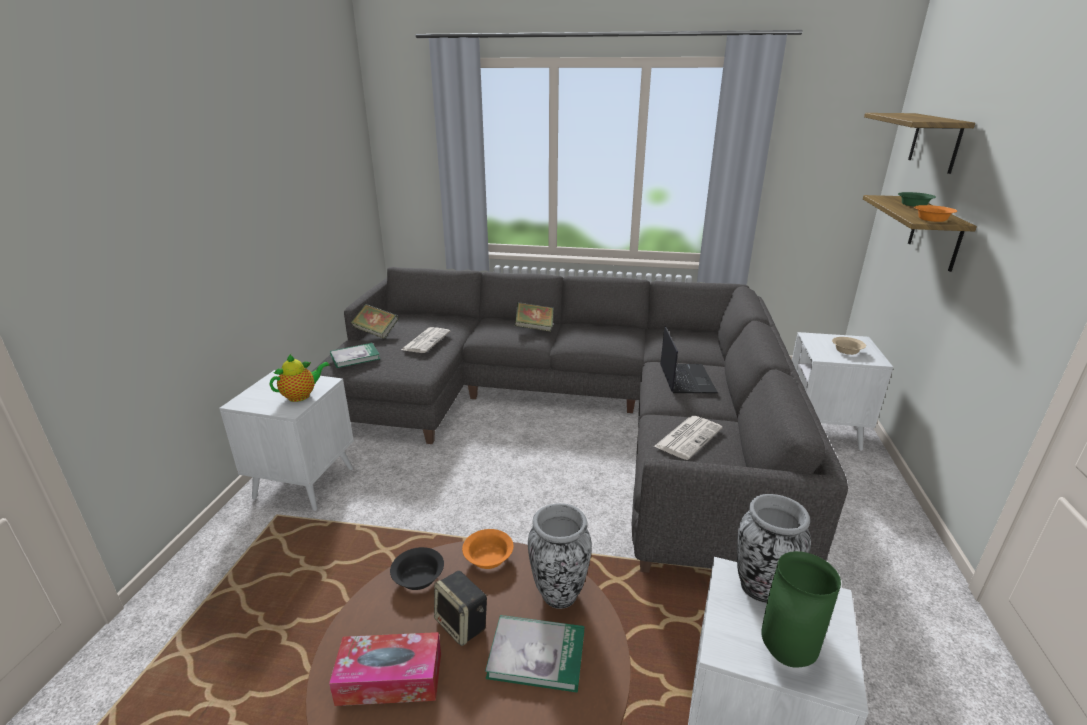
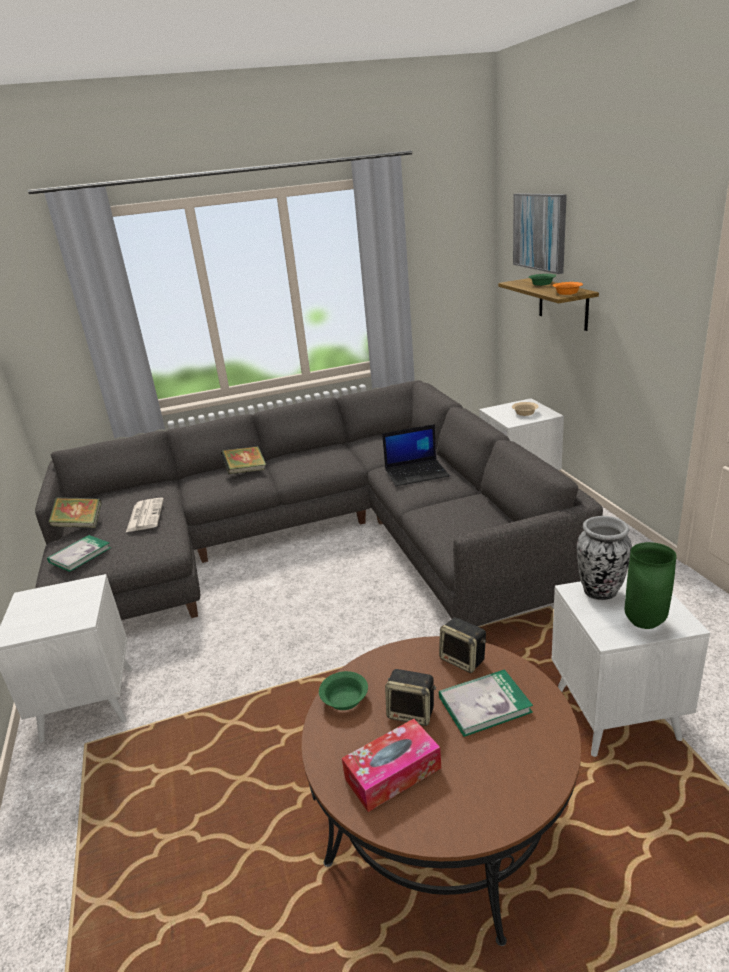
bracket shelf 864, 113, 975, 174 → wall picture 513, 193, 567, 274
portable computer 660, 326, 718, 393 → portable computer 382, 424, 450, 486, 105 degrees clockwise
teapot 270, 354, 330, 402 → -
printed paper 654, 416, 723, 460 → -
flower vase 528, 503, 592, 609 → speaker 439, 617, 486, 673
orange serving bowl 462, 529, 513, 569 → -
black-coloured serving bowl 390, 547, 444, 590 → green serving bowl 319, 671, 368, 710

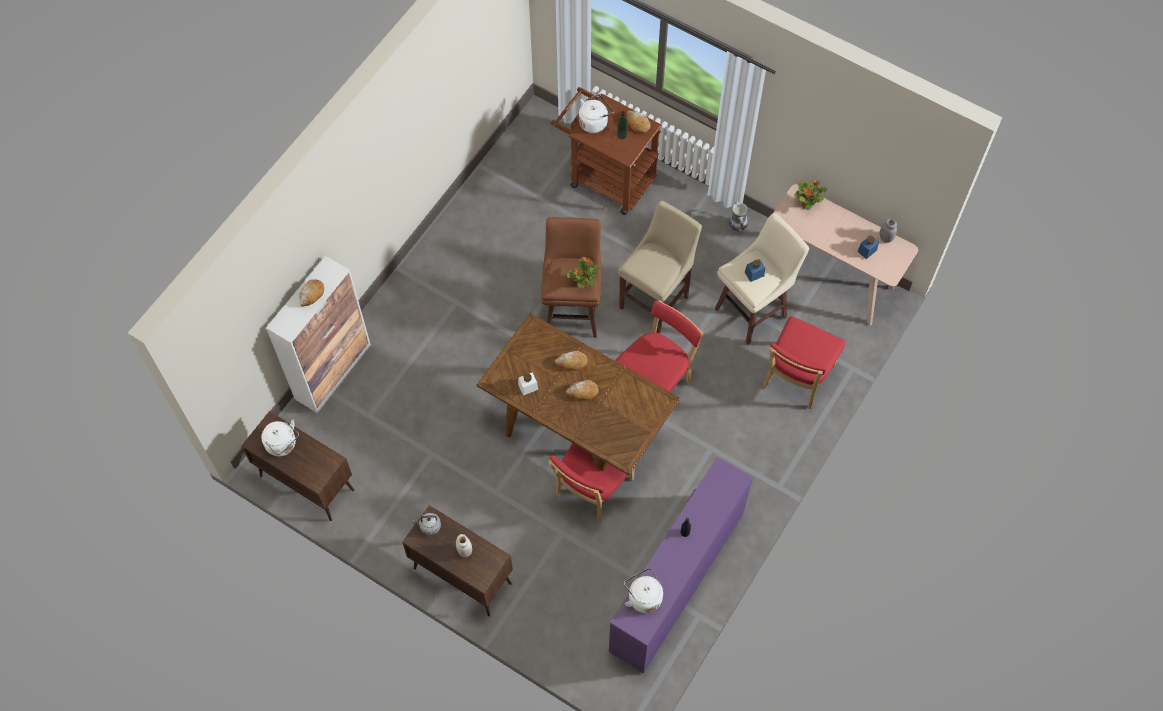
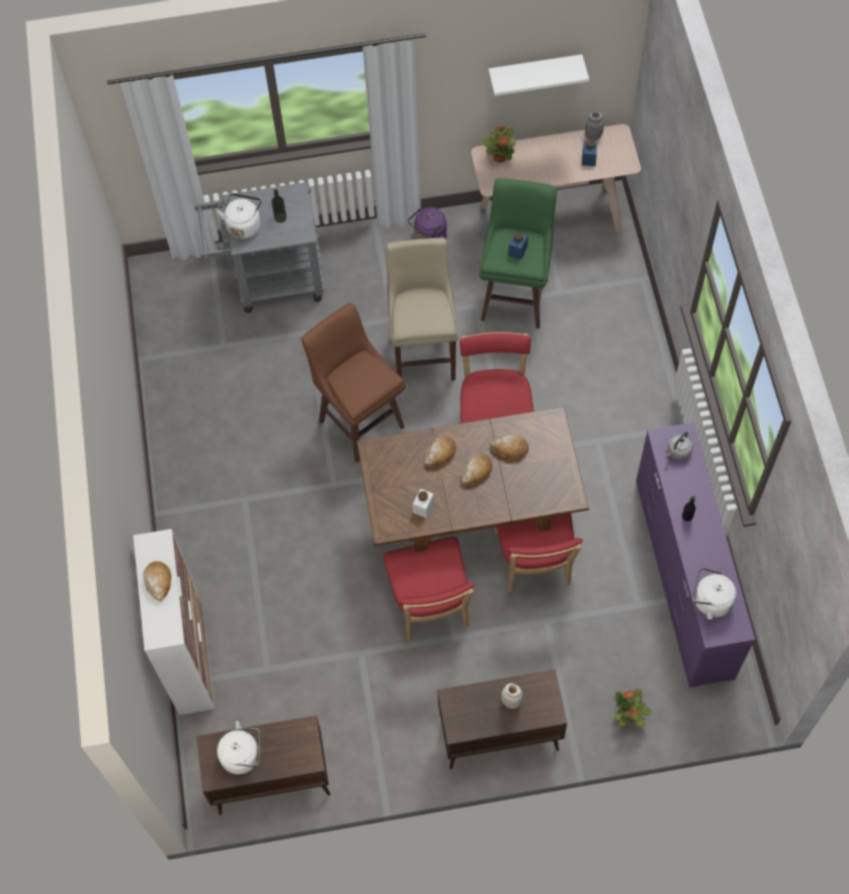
brown trolley 551, 87, 662, 215 → grey trolley 194, 182, 326, 313
bakery bread 626, 111, 651, 133 → bakery bread 490, 435, 529, 458, shifted
flower vase 729, 201, 748, 232 → purplish kettle 408, 207, 447, 239
beige-coloured sitting stool 715, 213, 809, 345 → green sitting stool 479, 178, 557, 329
potted plant 566, 257, 600, 289 → potted plant 614, 688, 652, 727, shifted
reddish chair 763, 316, 845, 409 → reddish chair 383, 537, 474, 641, shifted
grey kettle 412, 513, 441, 535 → grey kettle 666, 432, 693, 460, shifted
- → white-coloured bracket shelf 488, 54, 589, 96

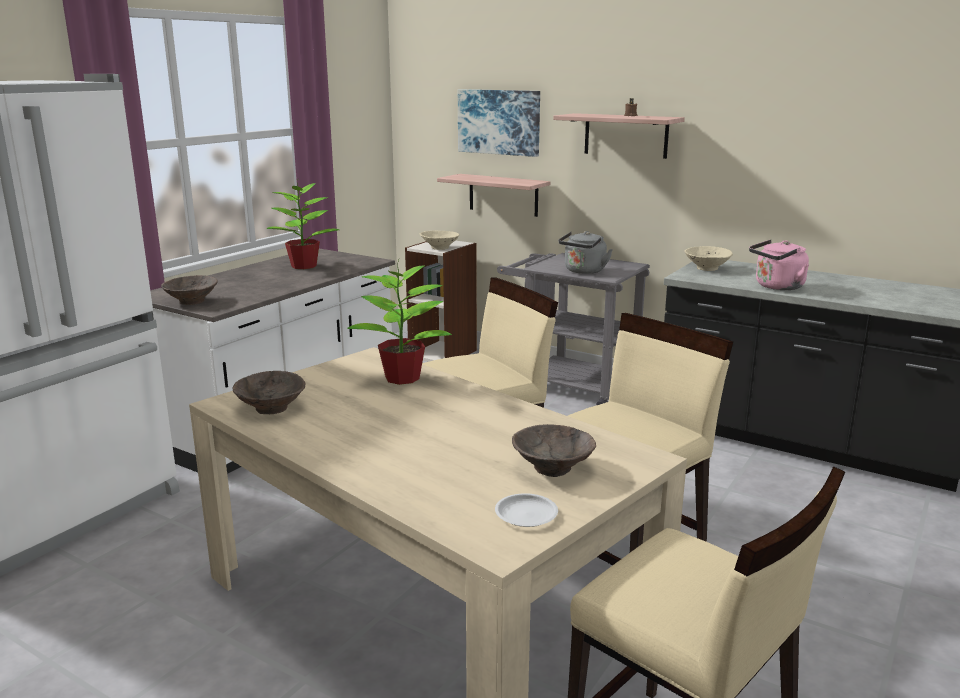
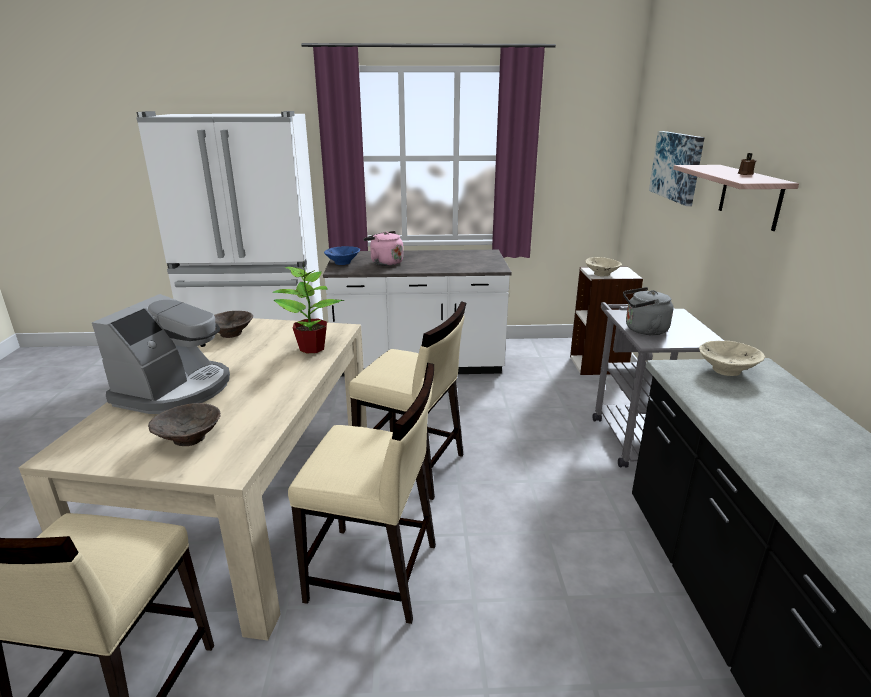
bracket shelf 437, 174, 551, 217 → -
potted plant 266, 180, 340, 269 → -
pinkish kettle 749, 240, 809, 290 → pinkish kettle 363, 231, 403, 266, shifted
brown serving bowl 161, 275, 218, 305 → blue-coloured serving bowl 324, 246, 360, 265
white-coloured dinner plate 495, 493, 558, 527 → -
- → coffee brewer 92, 294, 230, 414

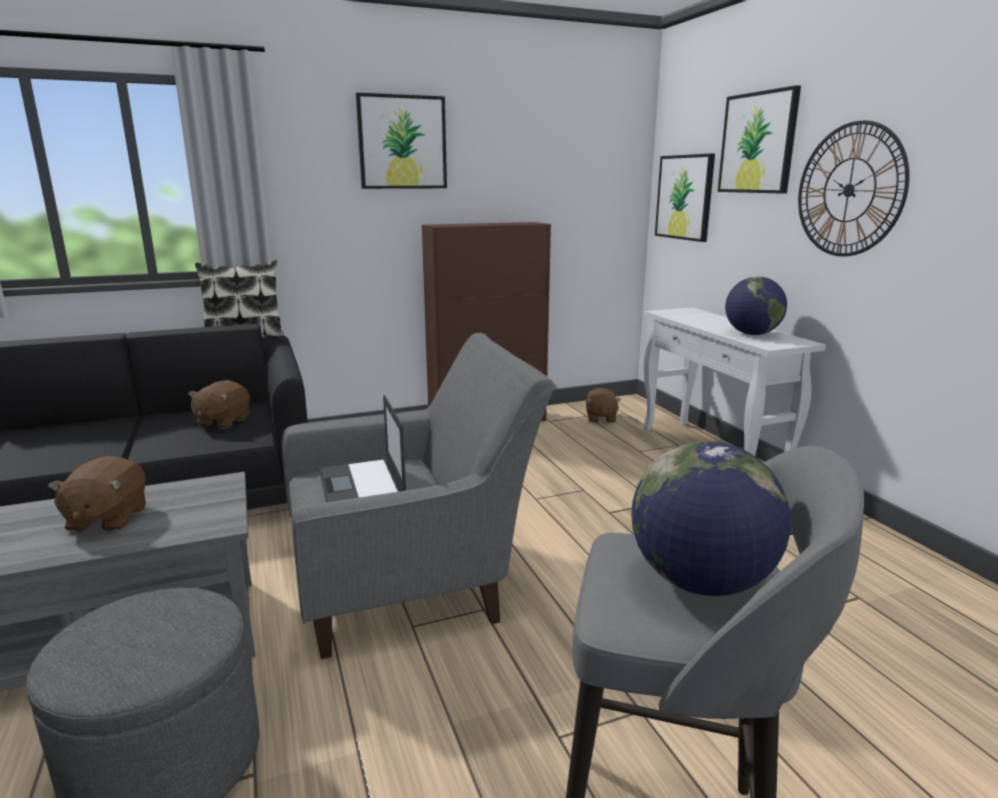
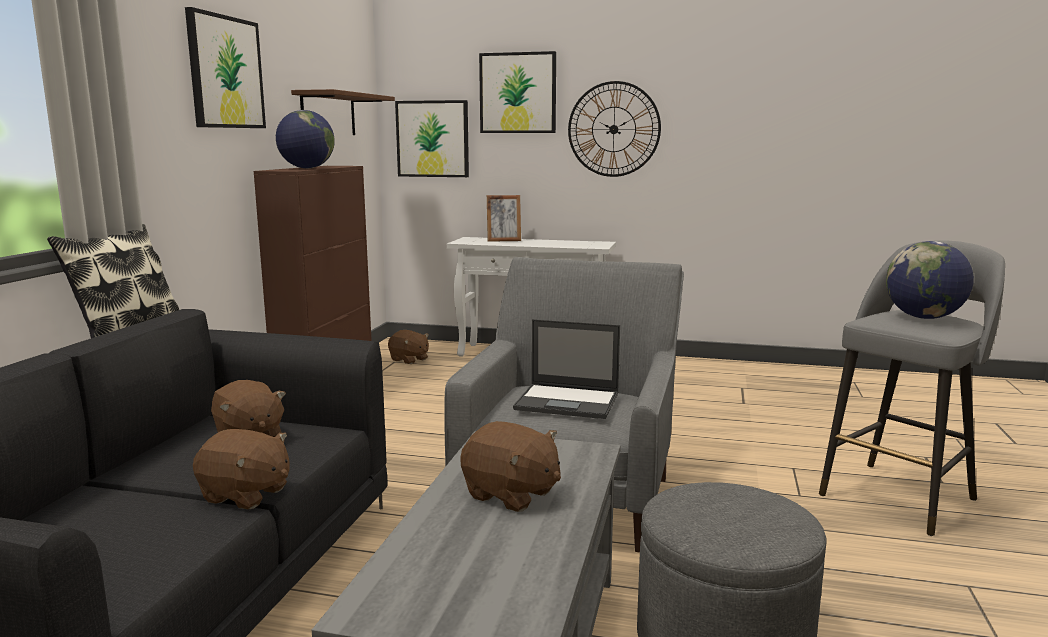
world globe 725, 276, 787, 335 → world globe 276, 110, 335, 168, shifted
- → brown bracket shelf 291, 89, 395, 135
- → photo frame 487, 195, 521, 242
- → brown soft toy 193, 429, 290, 509

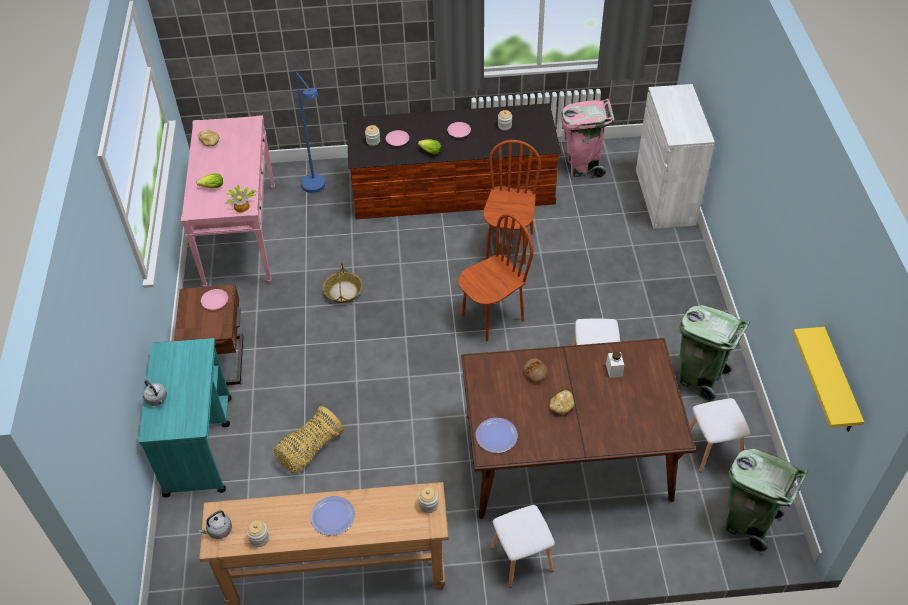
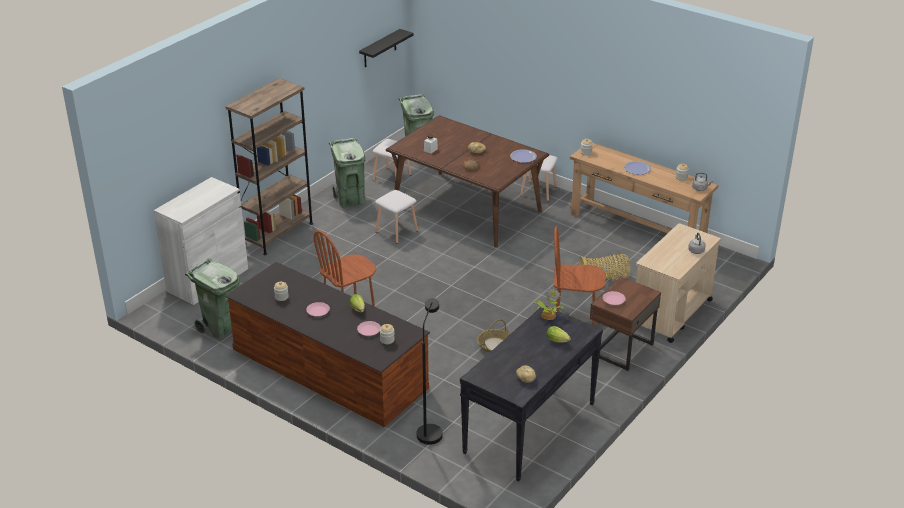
blue-coloured standing lamp 296, 72, 325, 193 → black-coloured standing lamp 417, 298, 443, 445
pinkish rubbish bin 561, 99, 614, 178 → green rubbish bin 185, 258, 240, 339
pinkish console table 181, 115, 275, 287 → black-coloured console table 460, 306, 603, 482
brown chair 458, 213, 533, 341 → brown chair 553, 227, 606, 326, shifted
yellow-coloured bracket shelf 793, 327, 864, 431 → black-coloured bracket shelf 359, 29, 414, 67
blue-green trolley 139, 338, 231, 497 → beige-coloured trolley 636, 223, 721, 343
- → brown bookshelf 225, 78, 313, 255

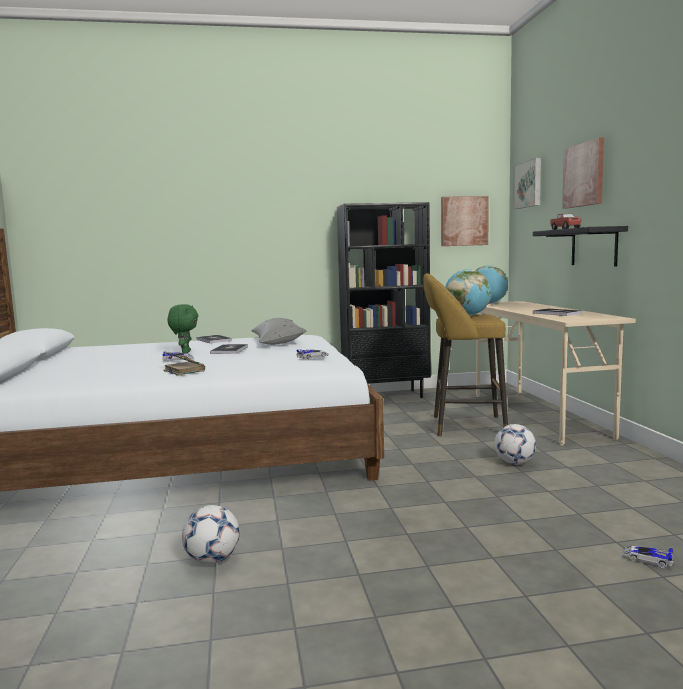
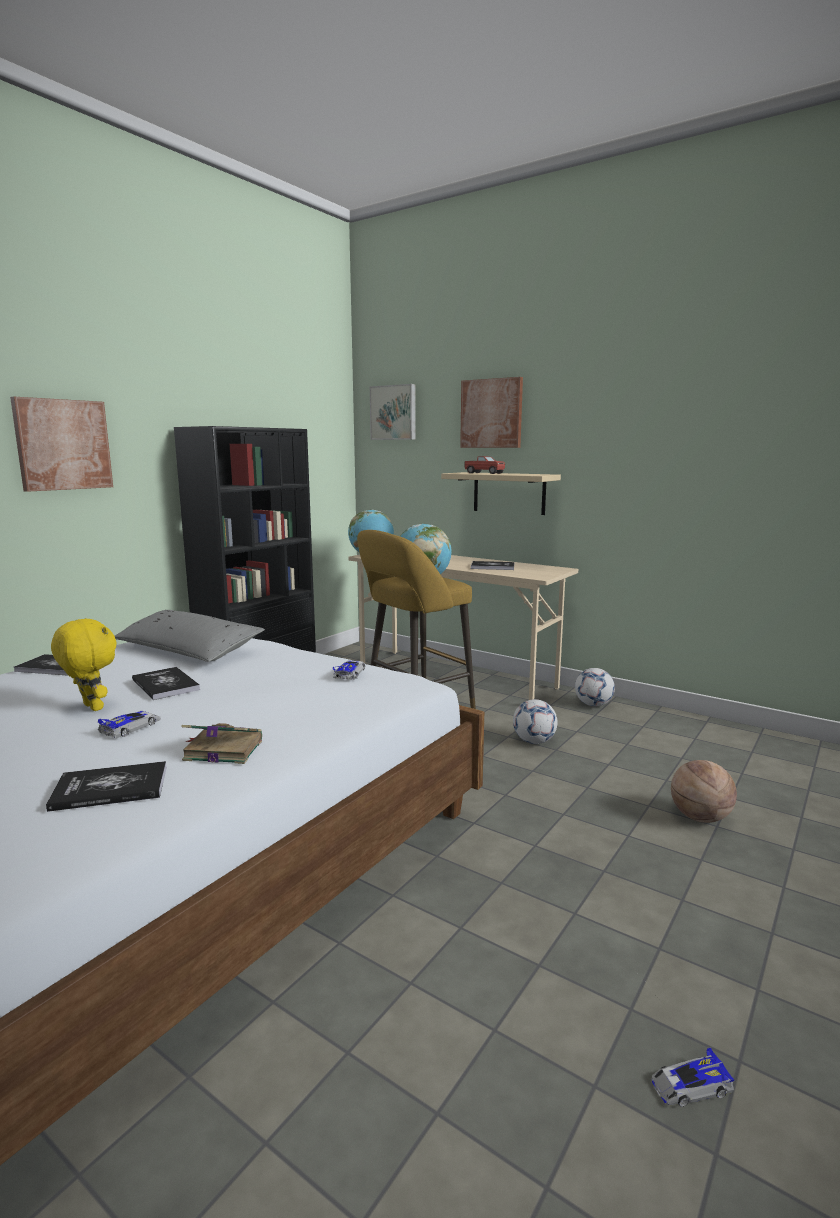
wall picture 441, 196, 489, 246 → wall picture 10, 397, 113, 492, shifted
black-coloured bracket shelf 533, 226, 628, 266 → beige-coloured bracket shelf 441, 472, 561, 515
green soft toy 167, 304, 198, 353 → yellow-coloured soft toy 51, 618, 117, 711
ball for football 182, 505, 240, 564 → ball for football 575, 668, 615, 706, shifted
model car 622, 546, 673, 569 → model car 652, 1047, 734, 1107, shifted
- → basketball ball 671, 760, 737, 823
- → bound book 46, 761, 167, 812

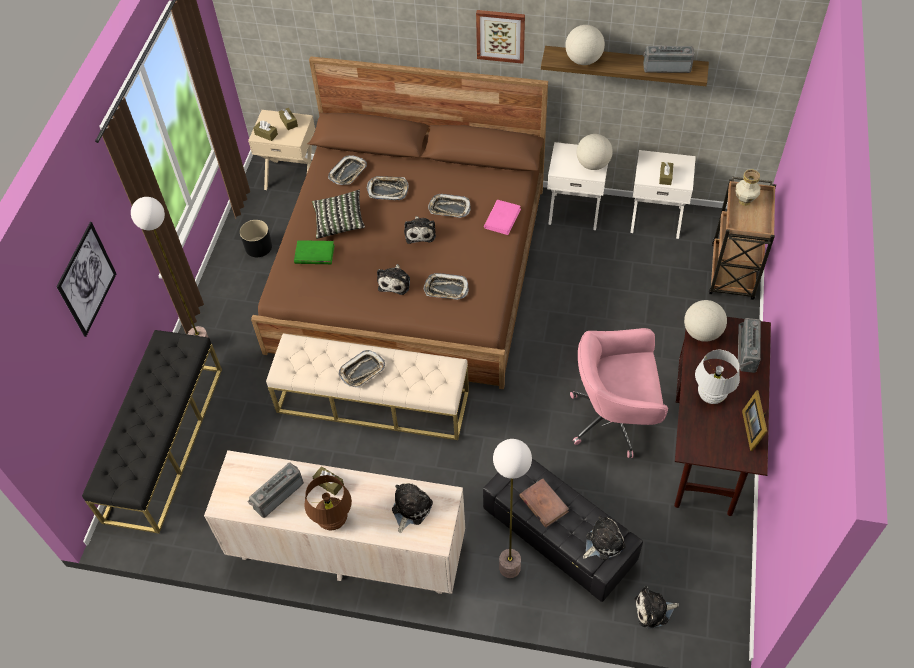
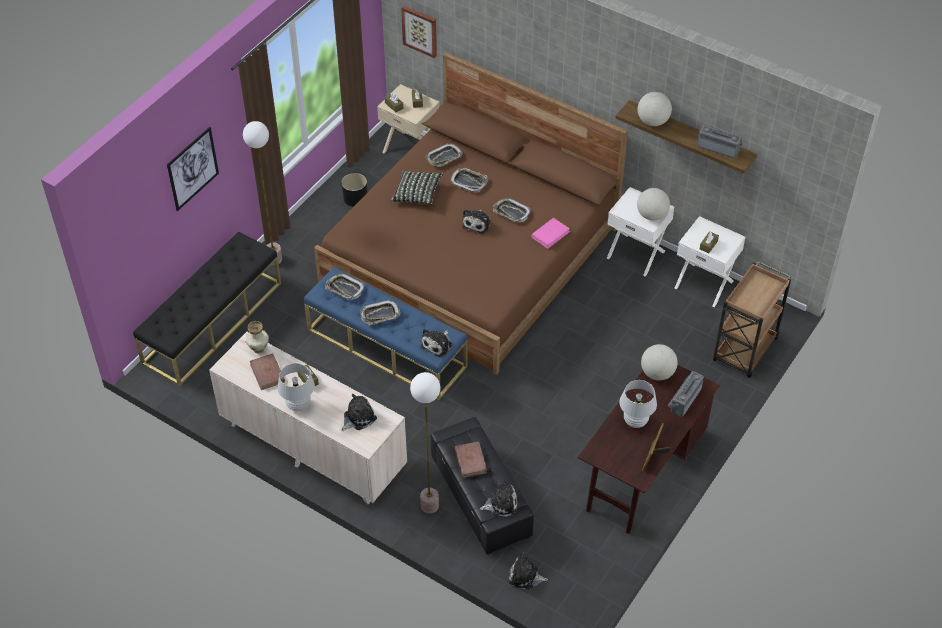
wall picture 476, 10, 525, 64 → wall picture 401, 6, 437, 58, shifted
flower vase 735, 169, 760, 206 → flower vase 246, 321, 269, 354, shifted
green bound book 294, 240, 334, 264 → -
soft toy 377, 264, 410, 295 → soft toy 421, 329, 452, 357, shifted
carrying tray 424, 273, 469, 300 → carrying tray 325, 273, 365, 300, shifted
pinkish office chair 570, 328, 668, 458 → -
beige-coloured long seat 266, 333, 469, 440 → blue-coloured long seat 304, 267, 468, 400
radio receiver 247, 462, 304, 518 → brown bound book 250, 354, 285, 390
brown tabletop lamp 304, 475, 352, 530 → white-coloured tabletop lamp 277, 363, 315, 411

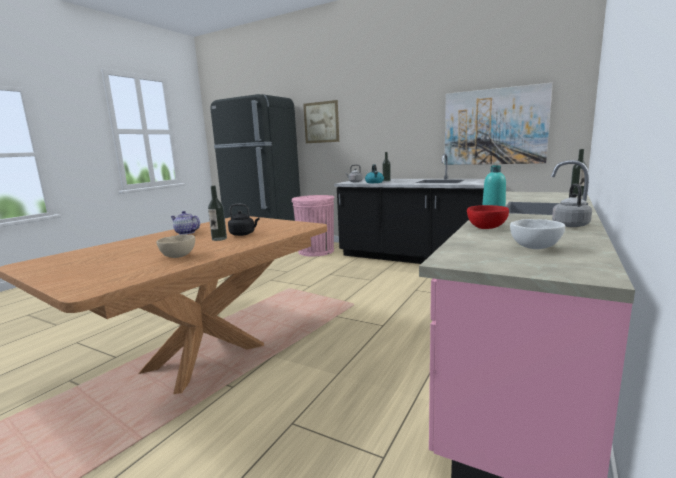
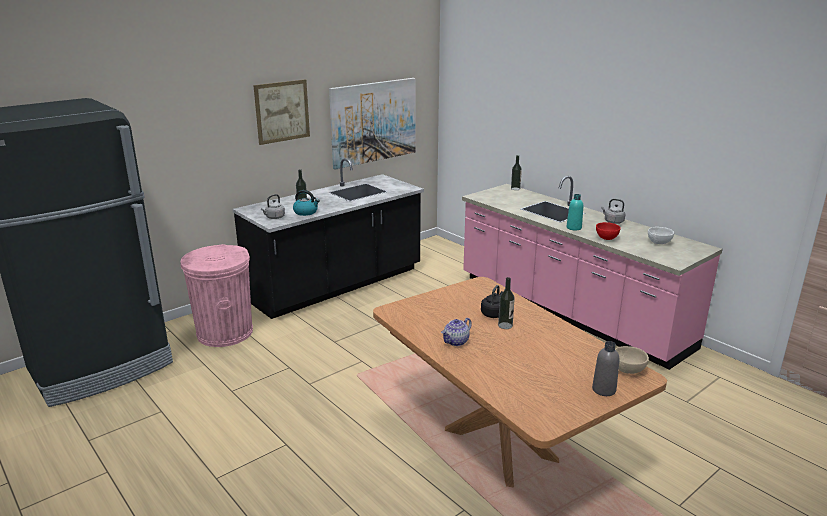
wall picture 303, 100, 339, 143 → wall picture 253, 79, 310, 145, shifted
beige-coloured serving bowl 156, 234, 195, 258 → beige-coloured serving bowl 615, 346, 649, 374, shifted
- → grey beverage bottle 592, 341, 619, 396

